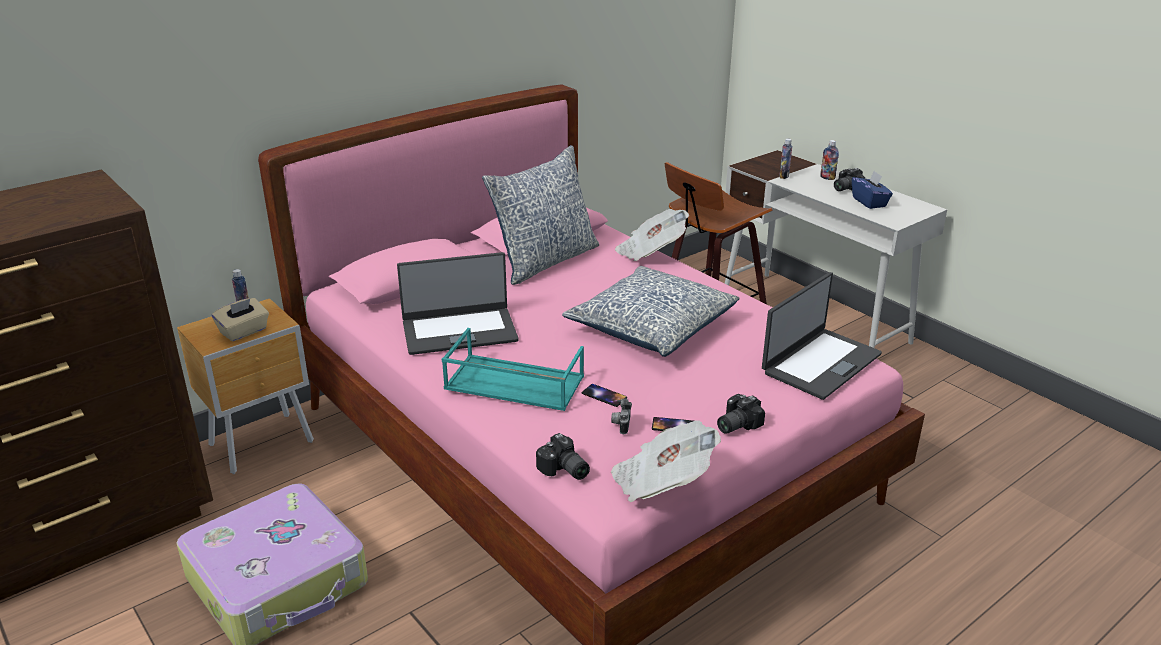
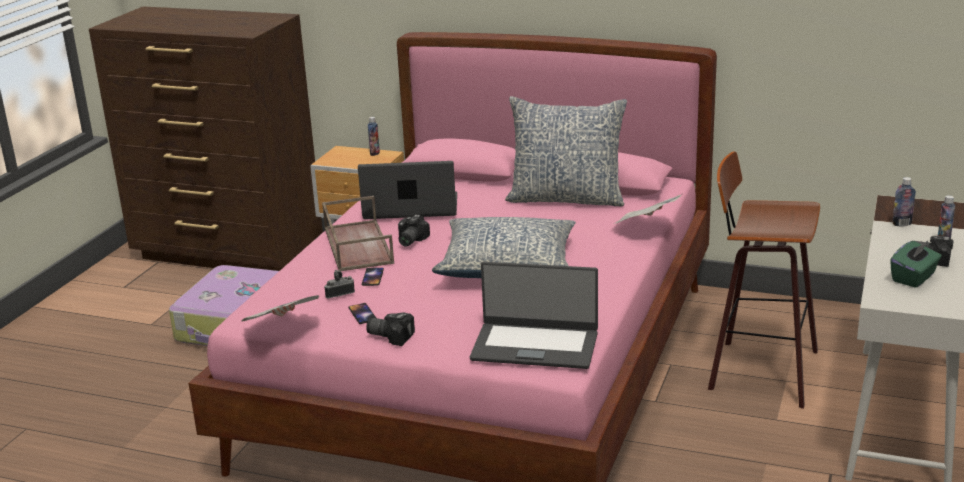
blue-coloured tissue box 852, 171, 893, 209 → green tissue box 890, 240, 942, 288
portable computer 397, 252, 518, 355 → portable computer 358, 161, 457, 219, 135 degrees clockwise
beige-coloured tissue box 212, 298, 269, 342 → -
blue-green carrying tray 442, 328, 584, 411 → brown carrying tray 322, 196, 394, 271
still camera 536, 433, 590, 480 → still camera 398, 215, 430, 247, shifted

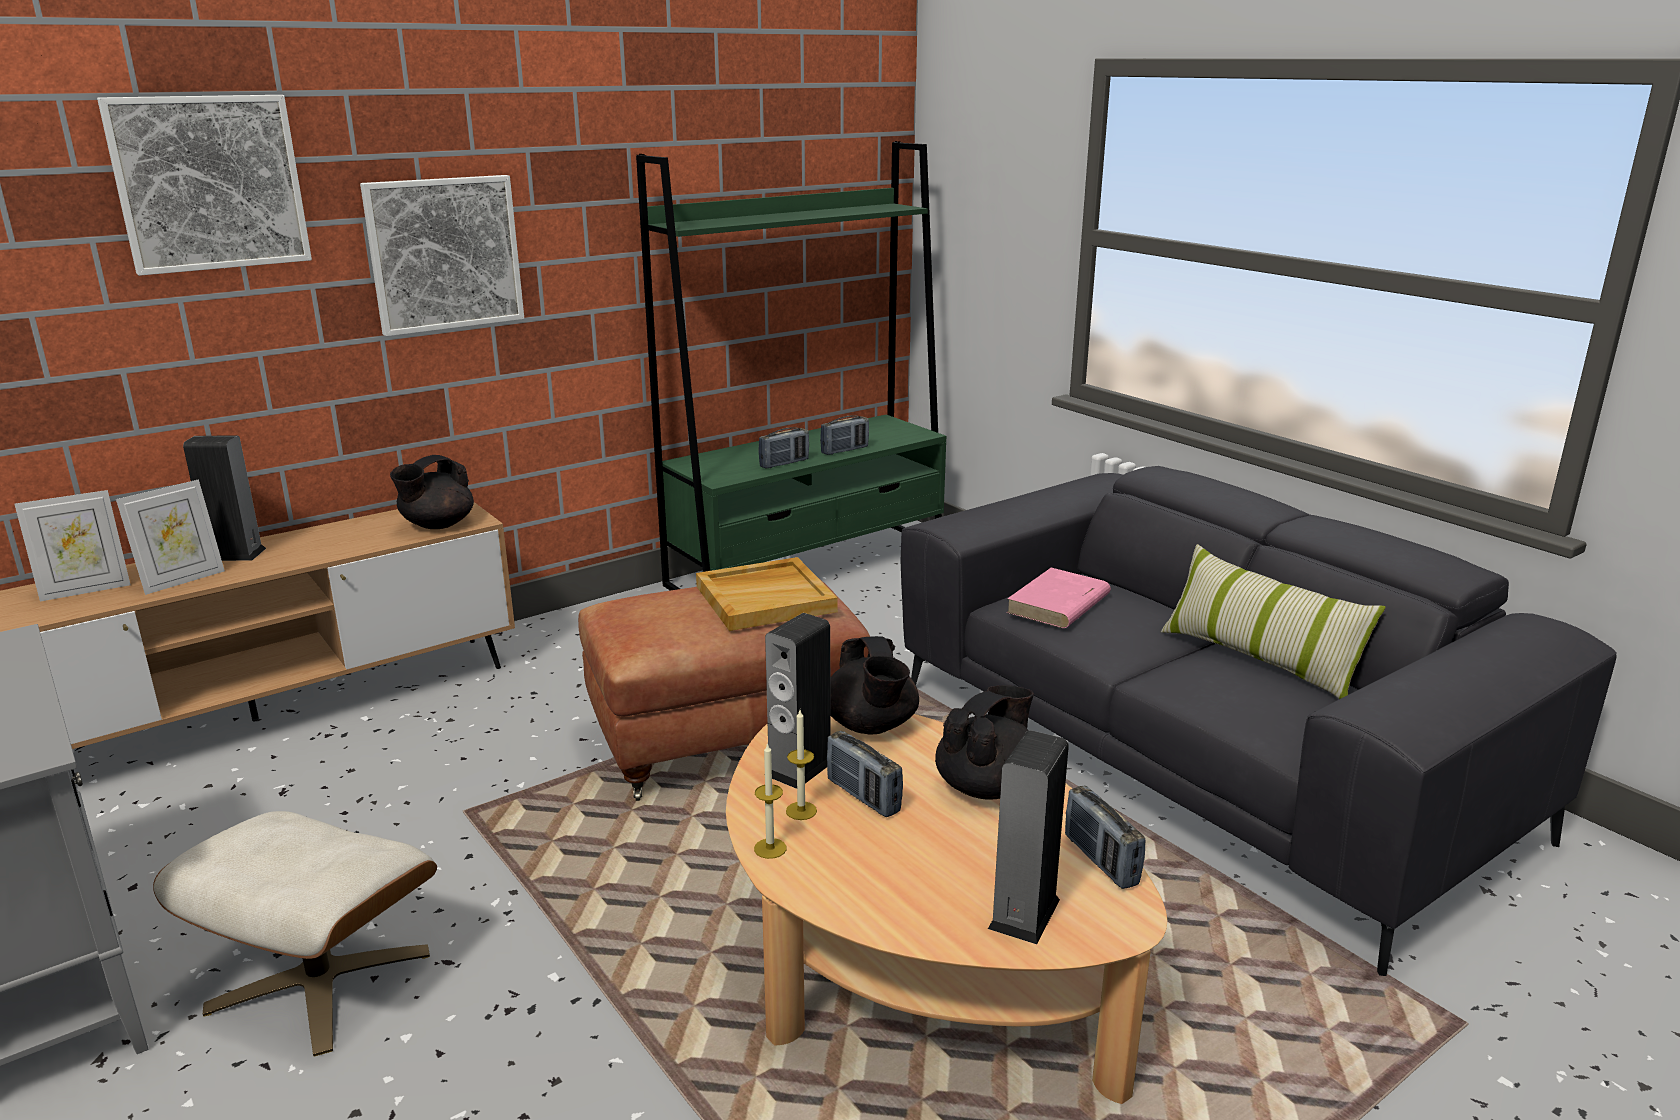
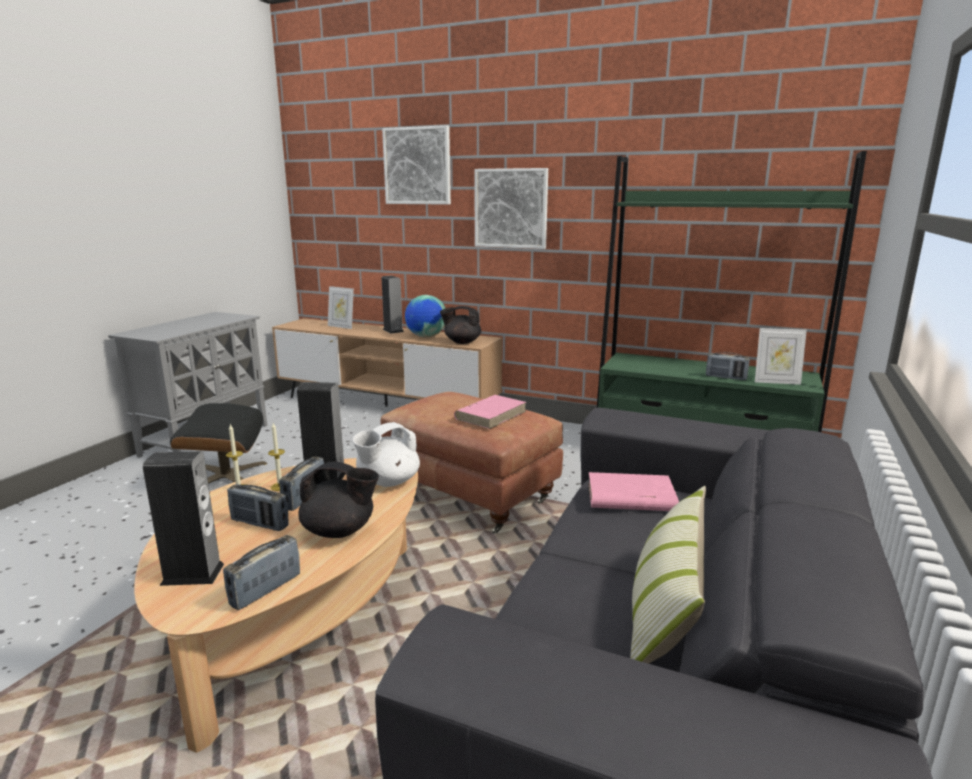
radio receiver 759, 427, 809, 469 → radio receiver 227, 484, 288, 531, shifted
photo frame 116, 479, 225, 595 → photo frame 755, 328, 807, 385, shifted
beige-coloured carrying tray 696, 557, 838, 631 → pinkish bound book 454, 395, 527, 429
black-coloured teapot 830, 636, 919, 735 → white-coloured teapot 353, 422, 420, 487
beige-coloured footrest 153, 811, 437, 1057 → black-coloured footrest 170, 403, 267, 484
- → world globe 405, 295, 445, 337

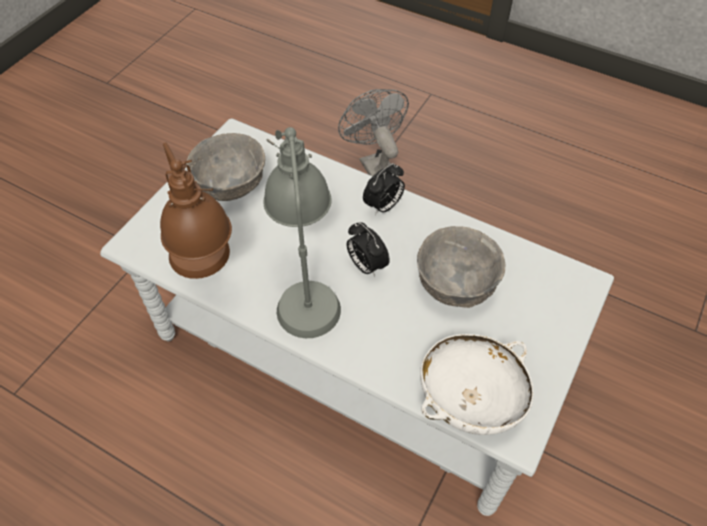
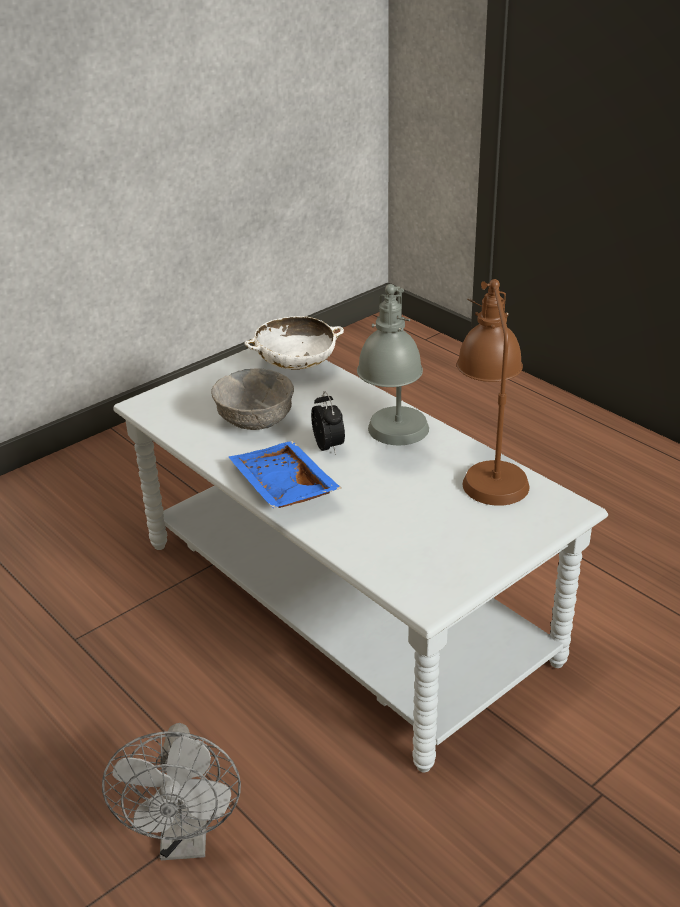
grey serving bowl 186, 133, 265, 201 → -
table clock 363, 163, 405, 215 → blue-coloured carrying tray 229, 441, 341, 508

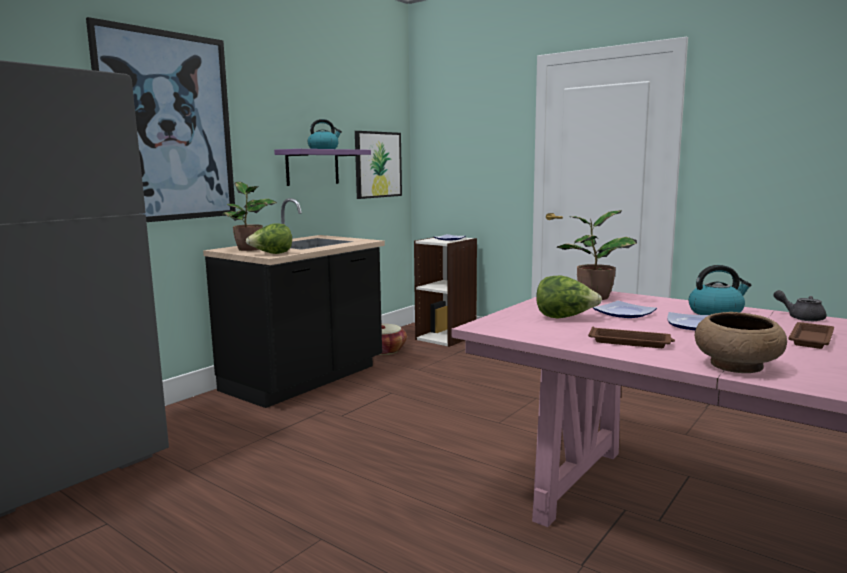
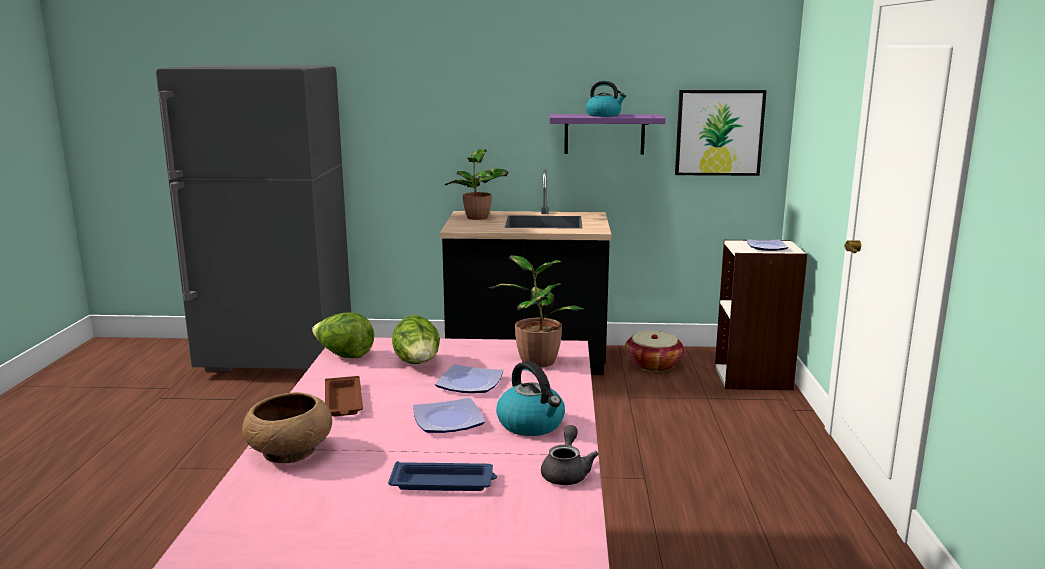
wall picture 86, 17, 236, 222 → -
lettuce 246, 223, 292, 254 → lettuce 312, 312, 374, 358, shifted
brown carrying tray 788, 322, 834, 349 → blue-coloured carrying tray 388, 461, 497, 491

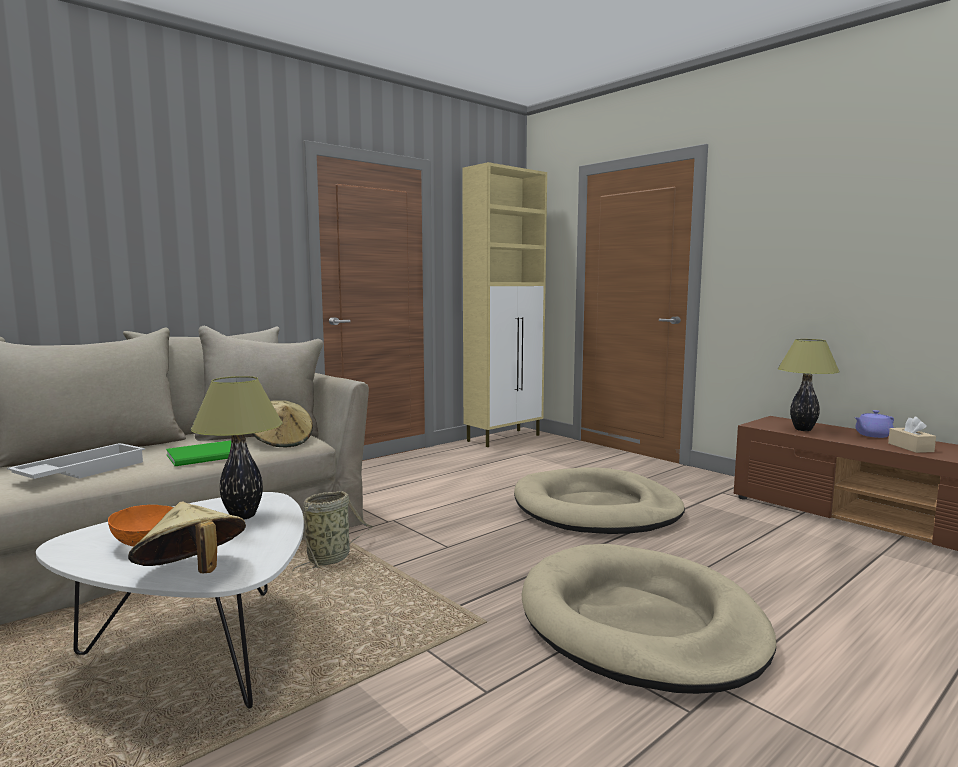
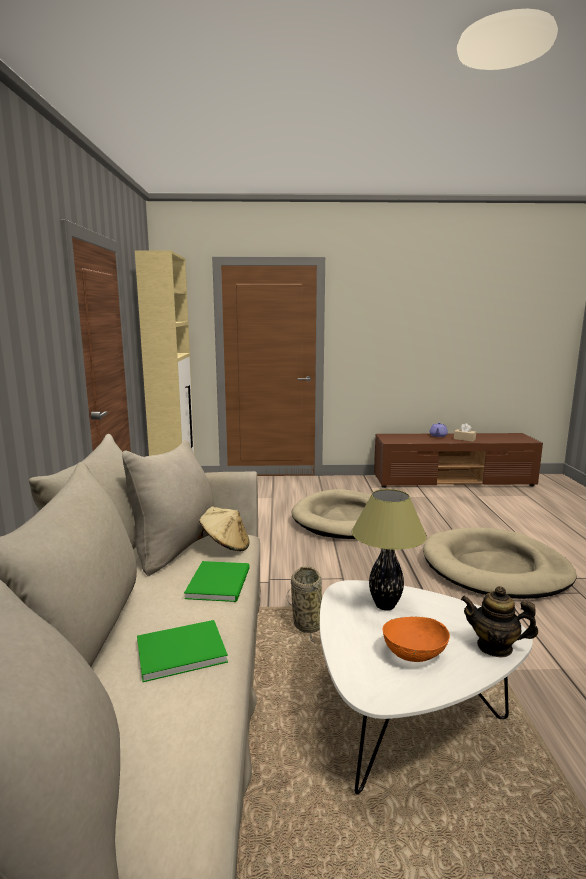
tabletop lamp 778, 339, 840, 431 → -
white-coloured carrying tray 7, 443, 145, 479 → green bound book 137, 620, 228, 682
beige-coloured wearable hat 128, 501, 246, 574 → teapot 461, 586, 538, 658

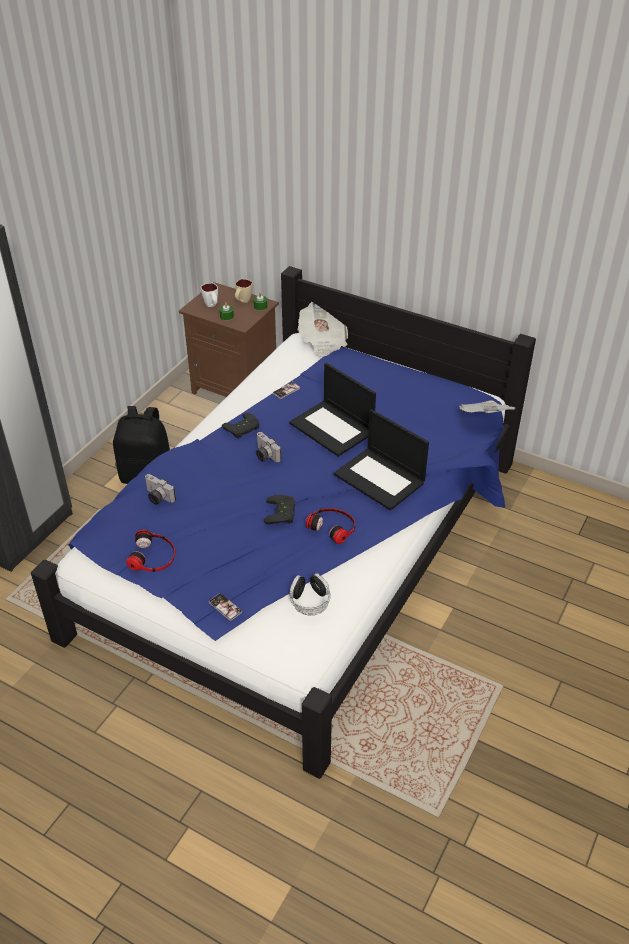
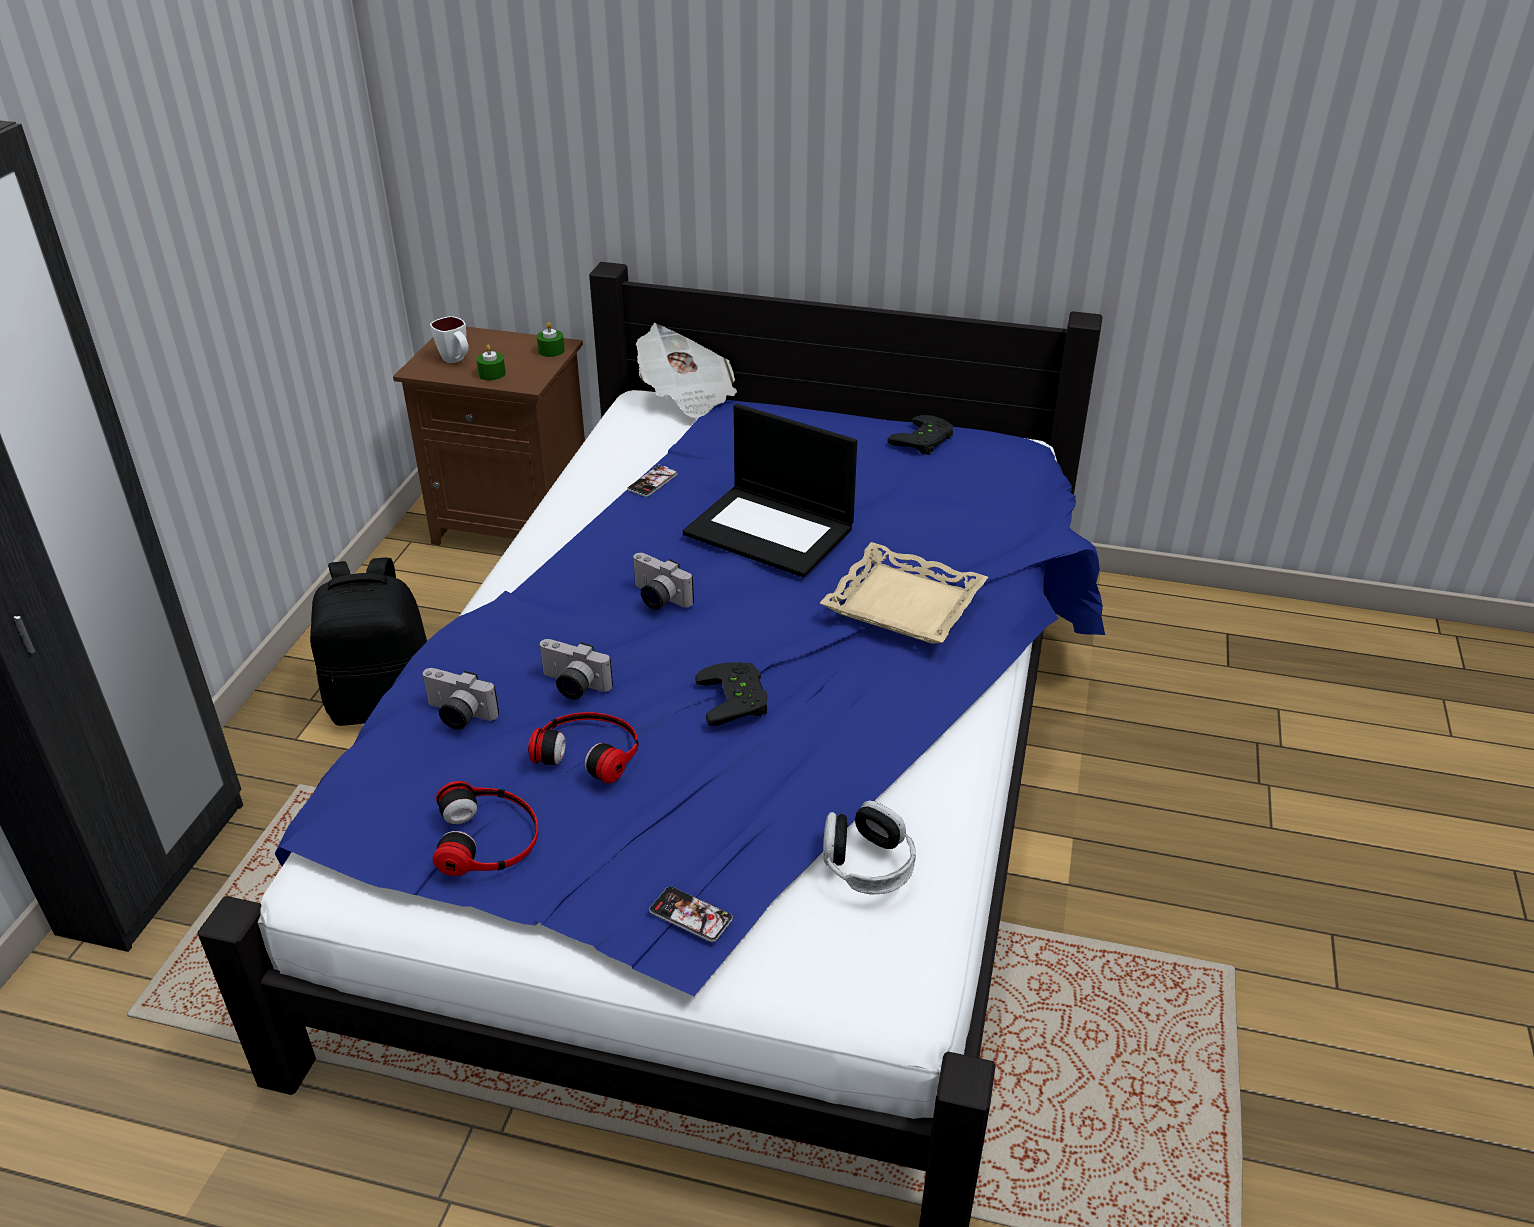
beige-coloured mug 235, 279, 253, 303 → -
printed paper 459, 401, 516, 413 → -
portable computer 334, 409, 429, 511 → beige-coloured carrying tray 820, 542, 988, 644
black-coloured game controller 222, 413, 259, 439 → black-coloured game controller 887, 415, 953, 455, shifted
pair of headphones 306, 508, 355, 544 → pair of headphones 528, 712, 639, 783, shifted
- → still camera 538, 639, 613, 699

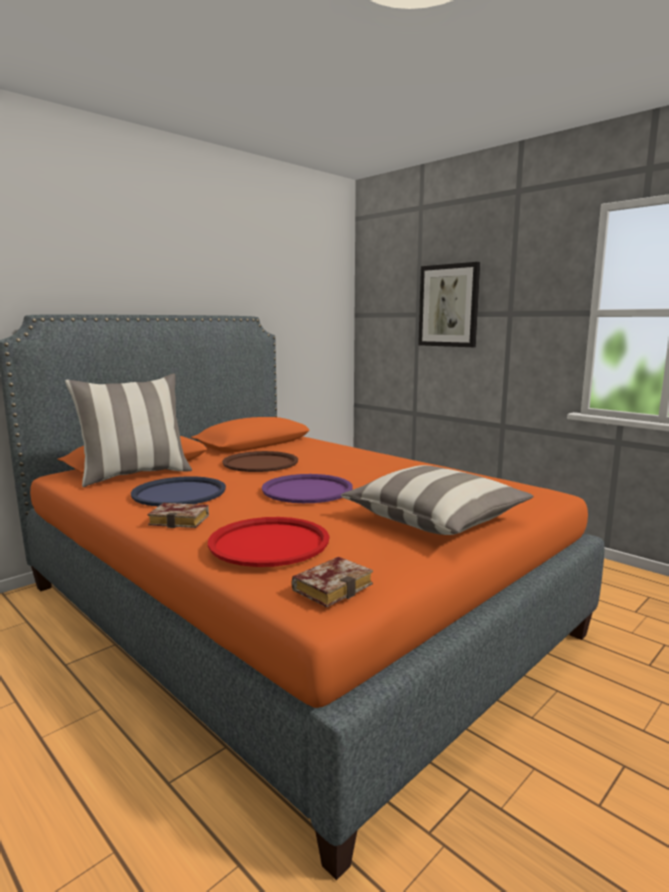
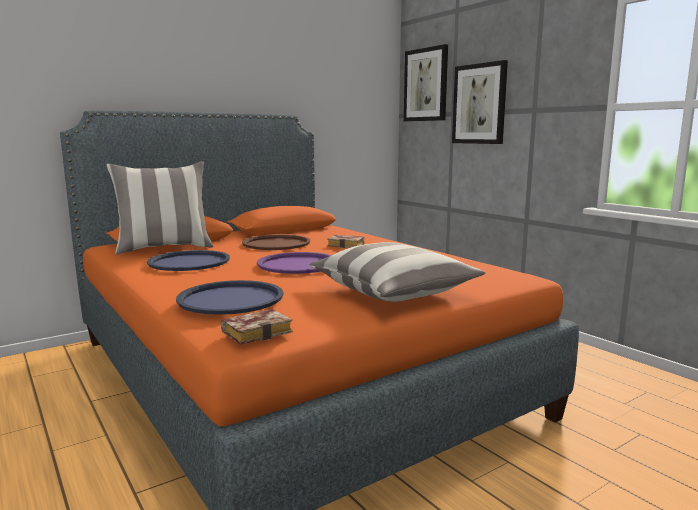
bound book 147, 503, 209, 528 → bound book 327, 235, 364, 248, shifted
reddish carrying tray 208, 517, 329, 567 → blue-coloured carrying tray 176, 280, 284, 315
- → wall picture 404, 44, 448, 121

